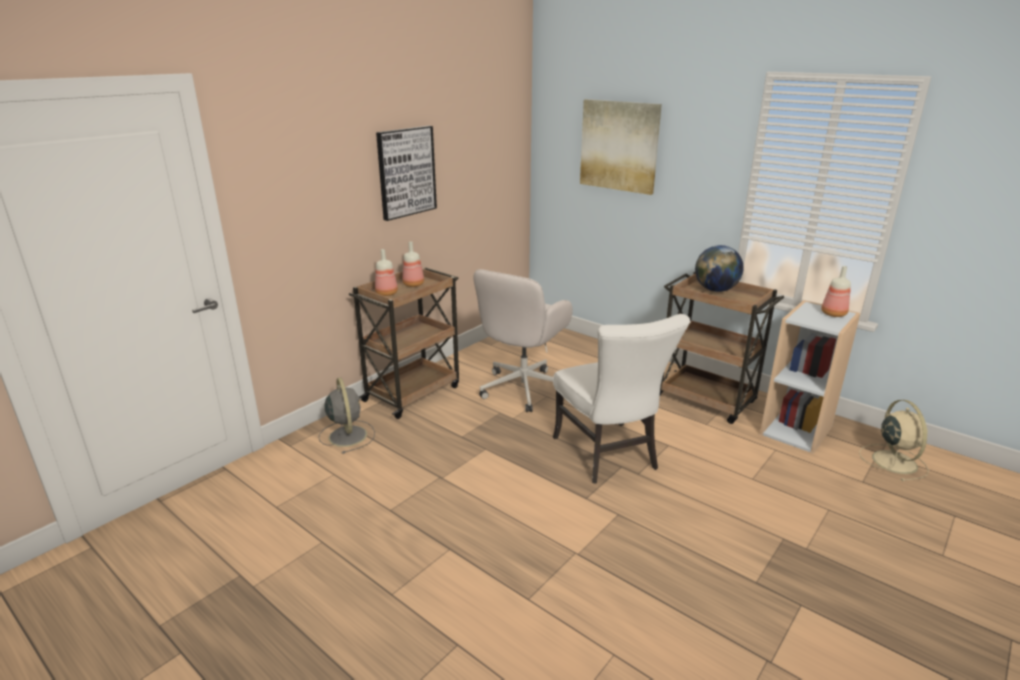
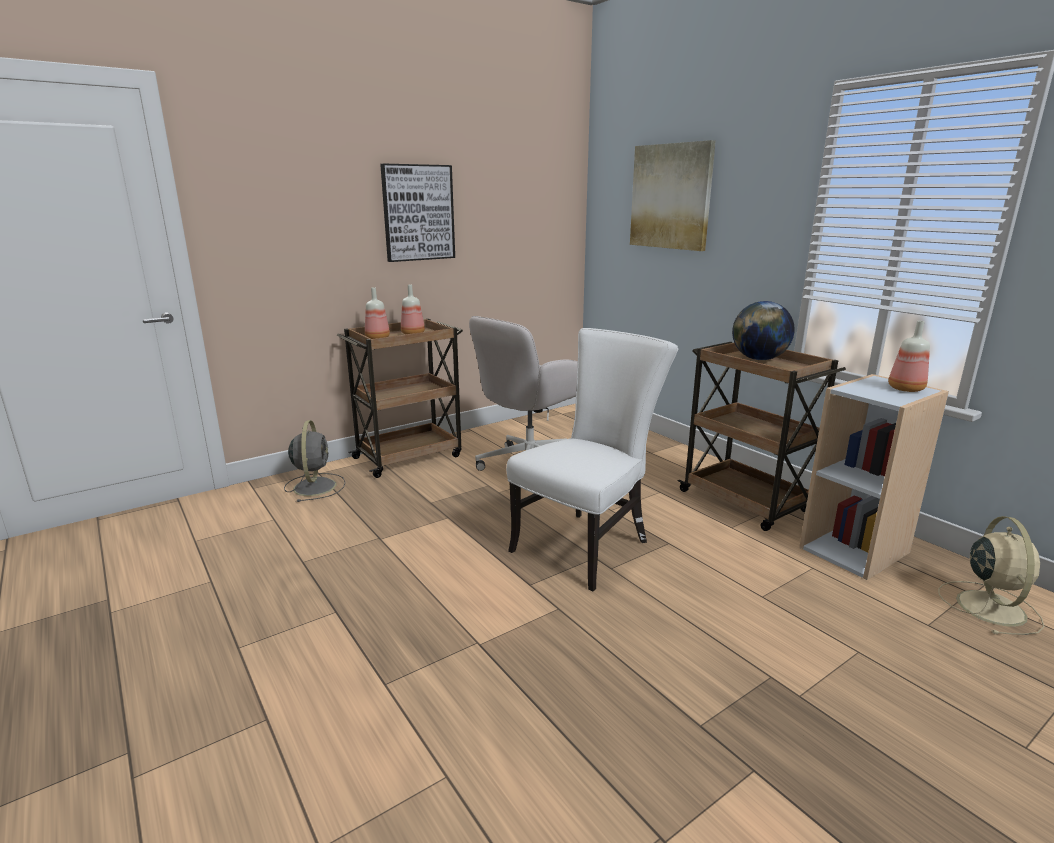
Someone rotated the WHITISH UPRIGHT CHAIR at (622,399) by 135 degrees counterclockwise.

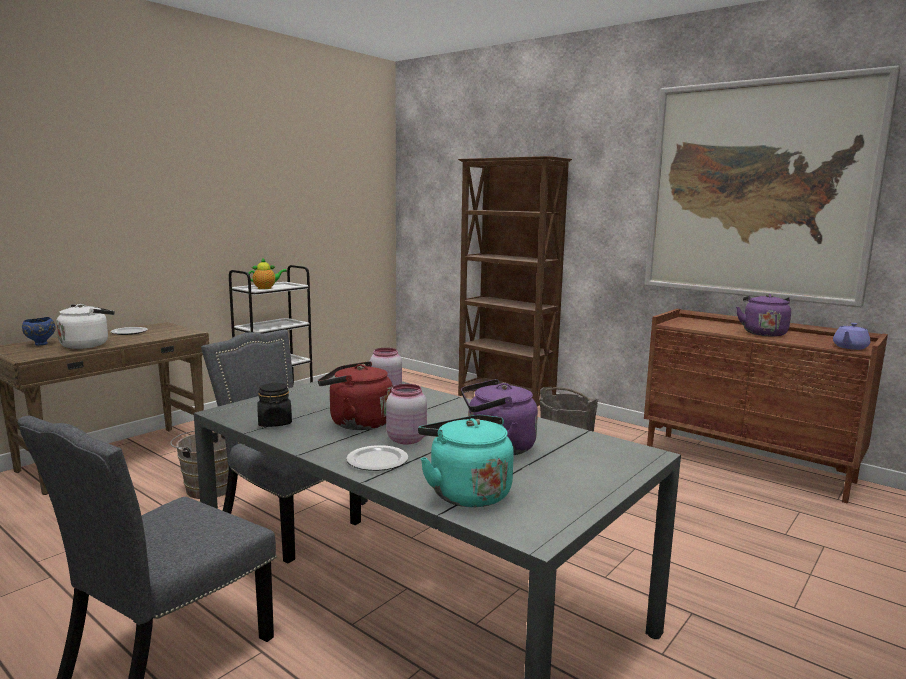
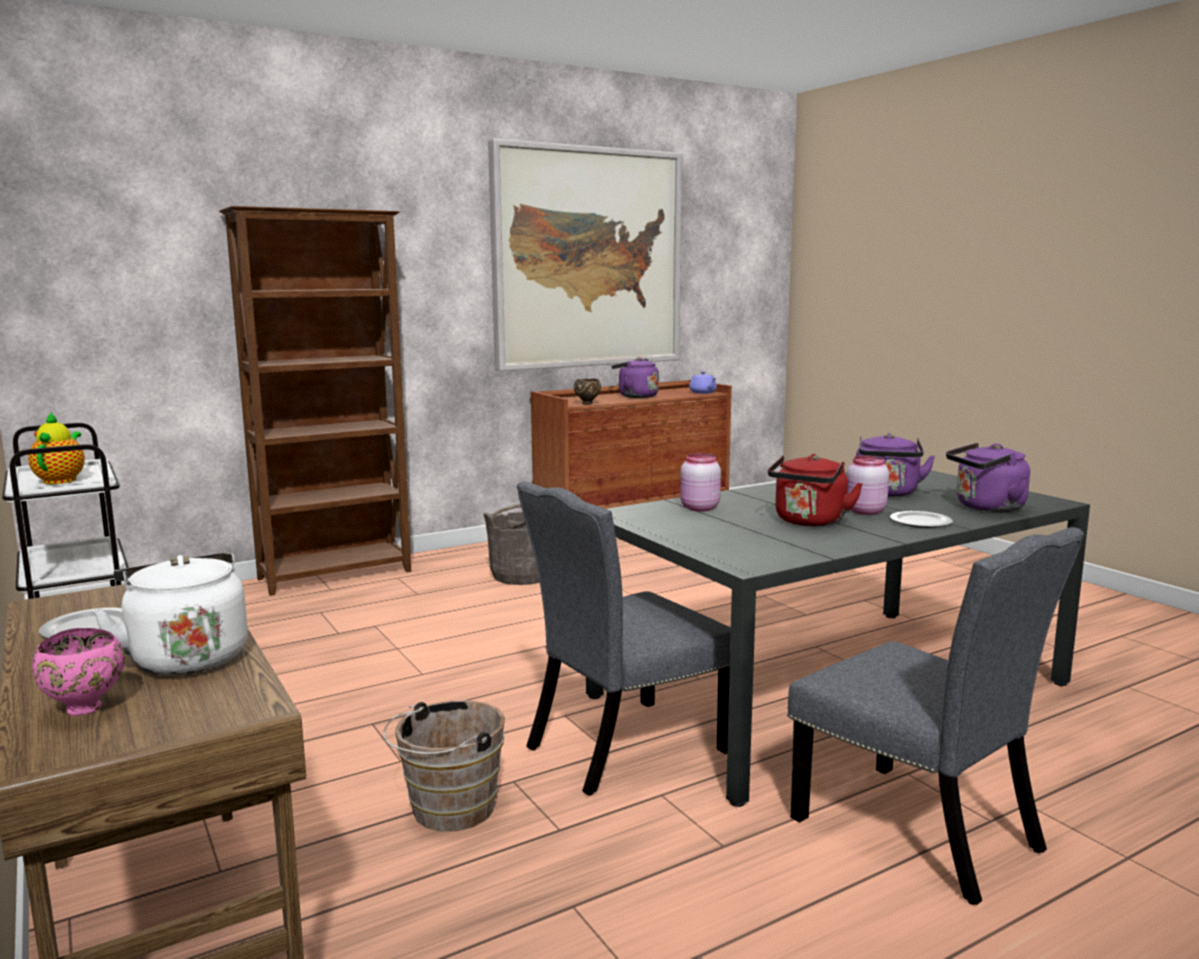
Someone repainted the BLUISH DEEP DISH at (39,331), which became the PINK DEEP DISH at (78,672).
Someone took away the BLACK-COLOURED JAR at (274,405).
Someone repainted the TURQUOISE-COLOURED TEA KETTLE at (466,461), which became the PURPLE TEA KETTLE at (988,477).
Someone put down the BROWN DEEP DISH at (587,392).

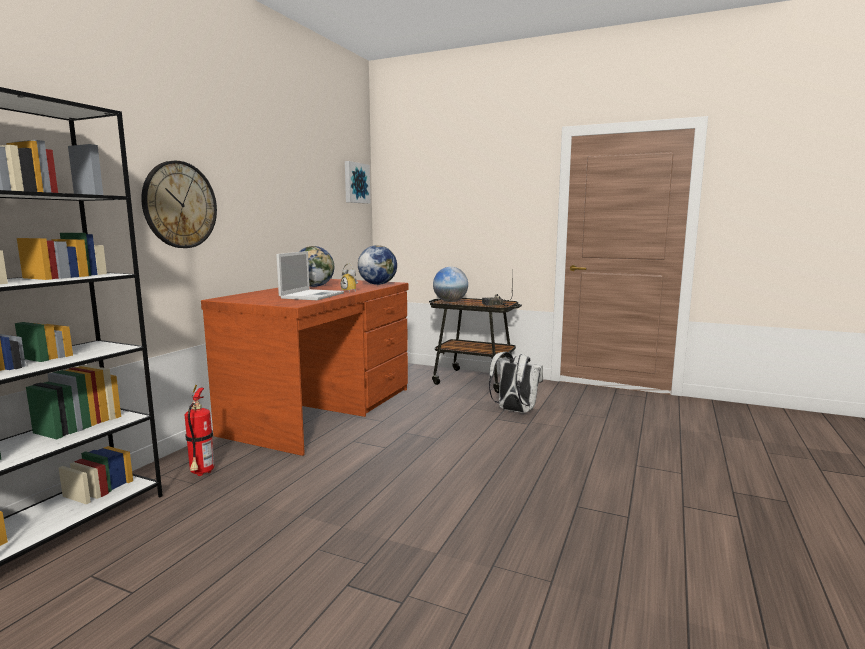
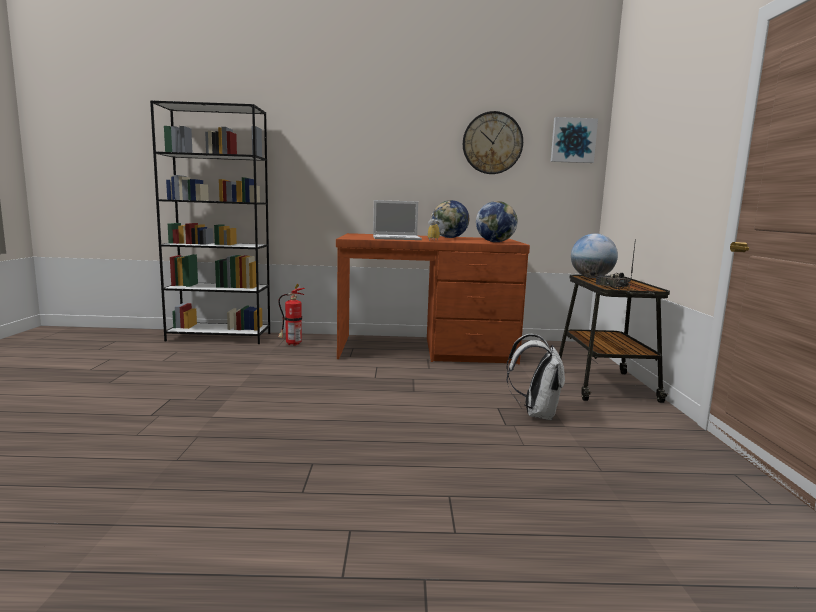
Someone carried the HANGING CLOCK from (179,204) to (493,142).

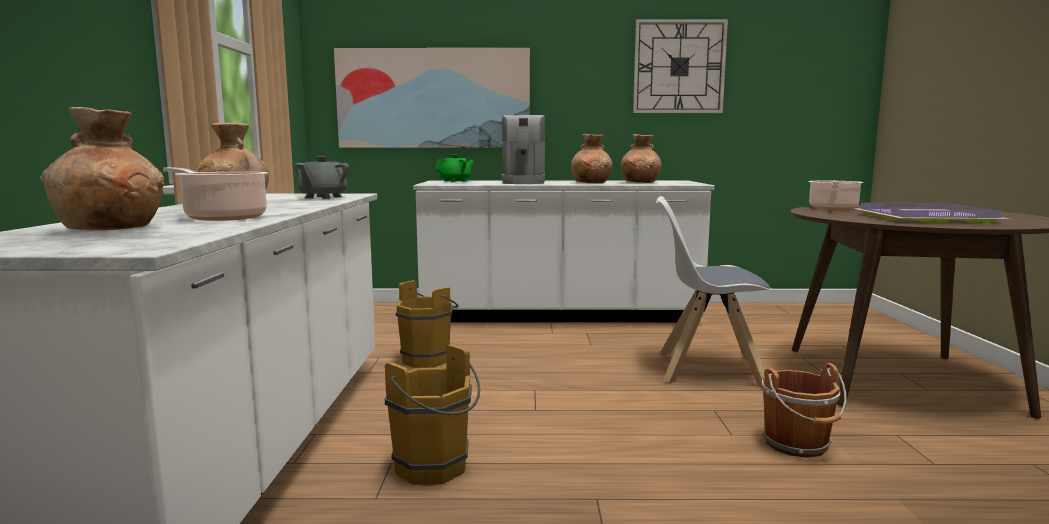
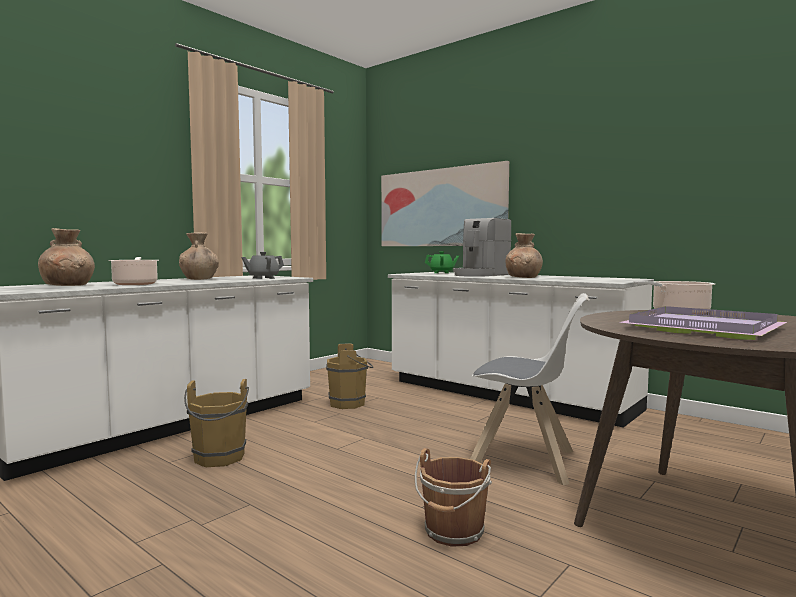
Someone took away the HANGING CLOCK at (680,66).
Someone took away the BROWN VASE at (641,158).
Someone rotated the UPRIGHT CHAIR at (714,292) by 150 degrees clockwise.

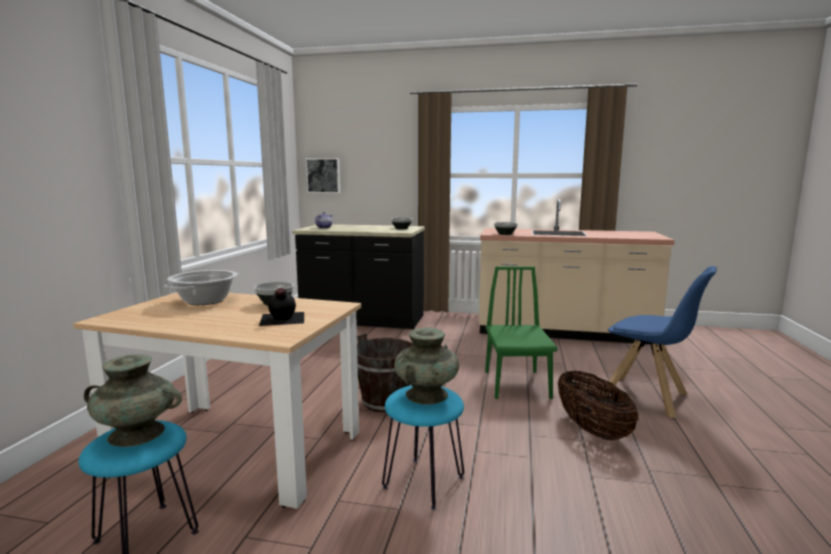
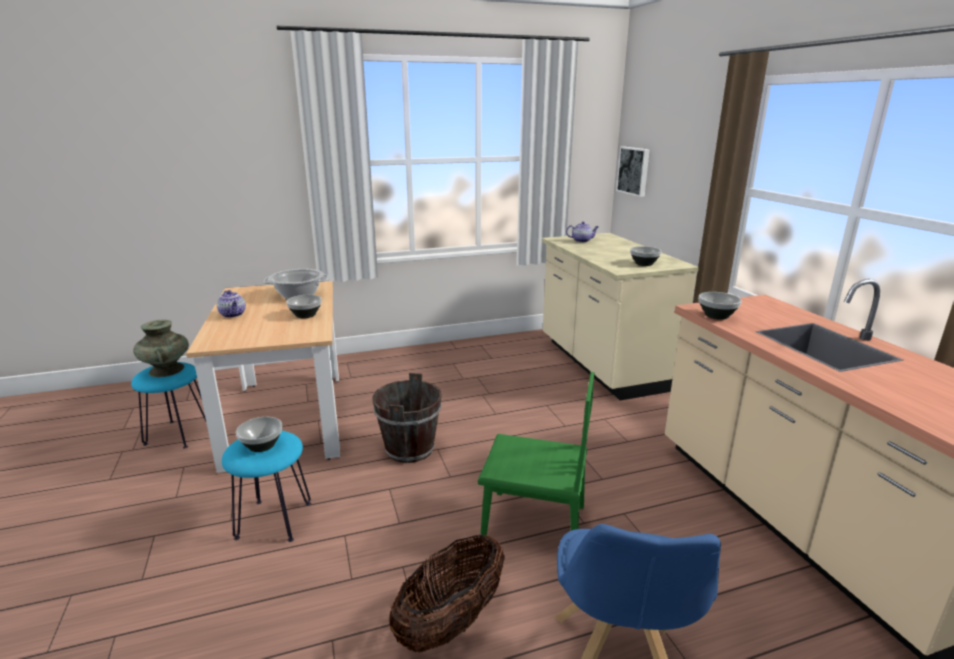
Someone repainted the BLACK-COLOURED KITCHEN COUNTER at (358,276), which became the BEIGE KITCHEN COUNTER at (620,317).
Someone rotated the GREEN UPRIGHT CHAIR at (521,333) by 45 degrees clockwise.
Someone took away the BLACK-COLOURED BOTTLE at (281,307).
Someone swapped the TURQUOISE-COLOURED VASE at (426,366) for the DEEP DISH at (259,434).
Someone put down the TEA POT at (231,304).

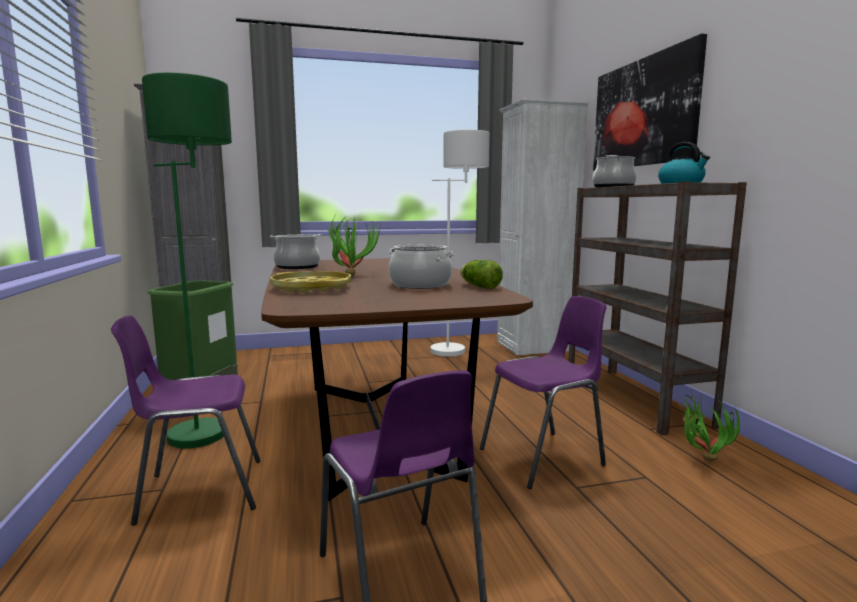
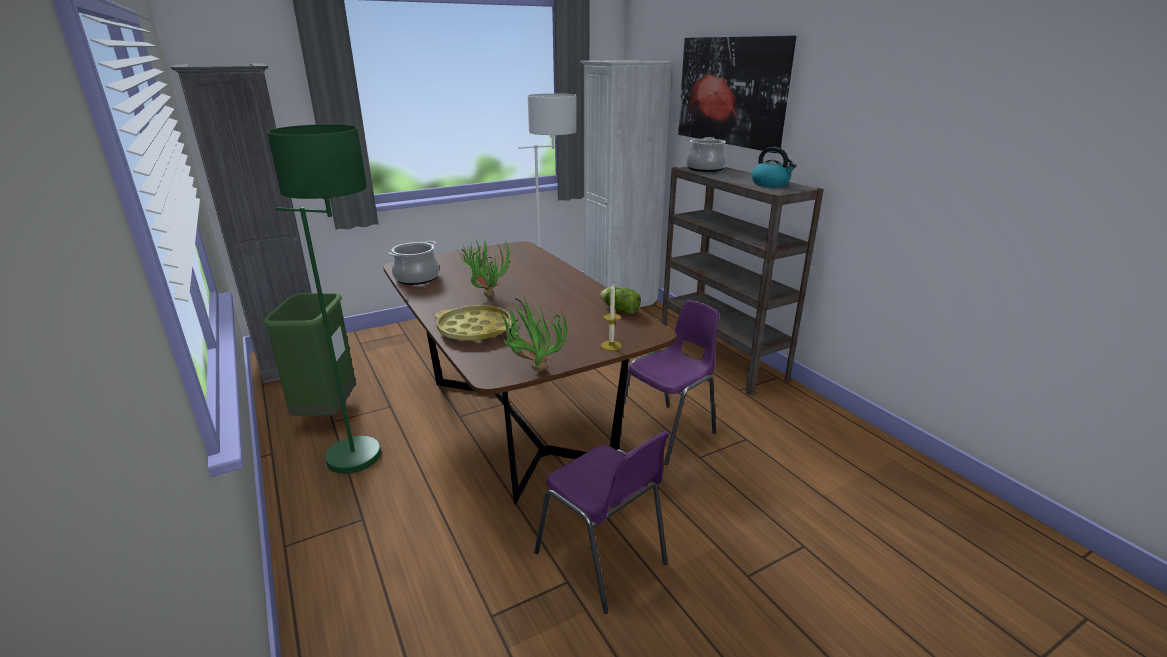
Someone took away the STOCKPOT at (420,267).
Someone took away the PURPLE UPRIGHT CHAIR at (186,420).
Someone carried the HOUSEPLANT from (709,428) to (533,333).
Someone put down the CANDLE at (611,317).

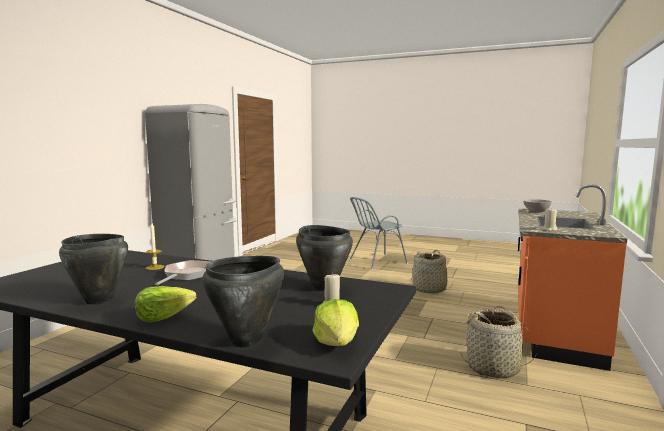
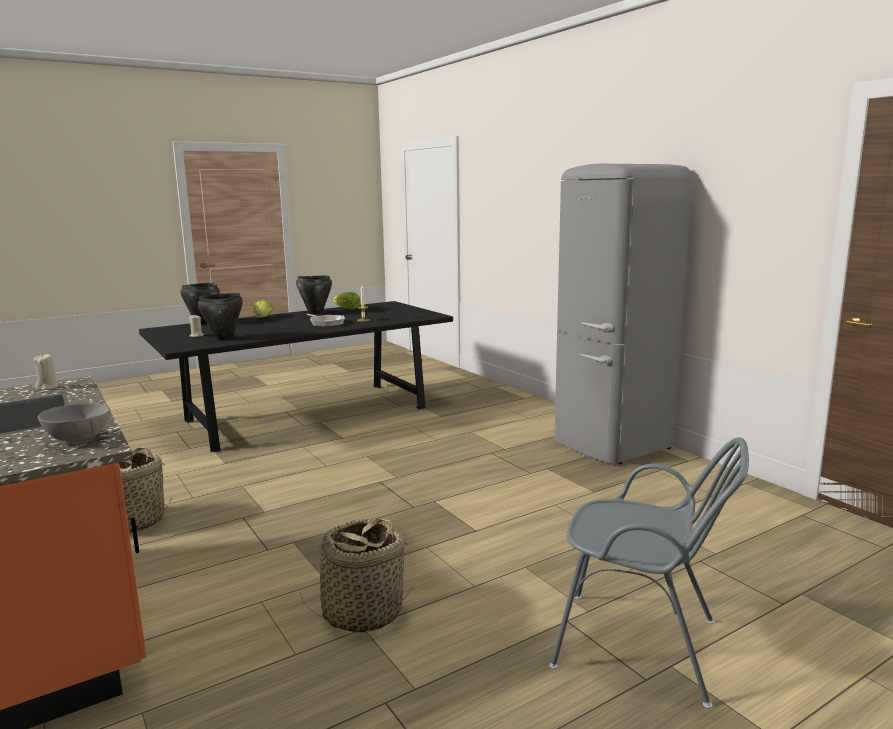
Someone rotated the GREYISH UPRIGHT CHAIR at (379,233) by 105 degrees clockwise.
Someone carried the LETTUCE from (336,322) to (347,301).

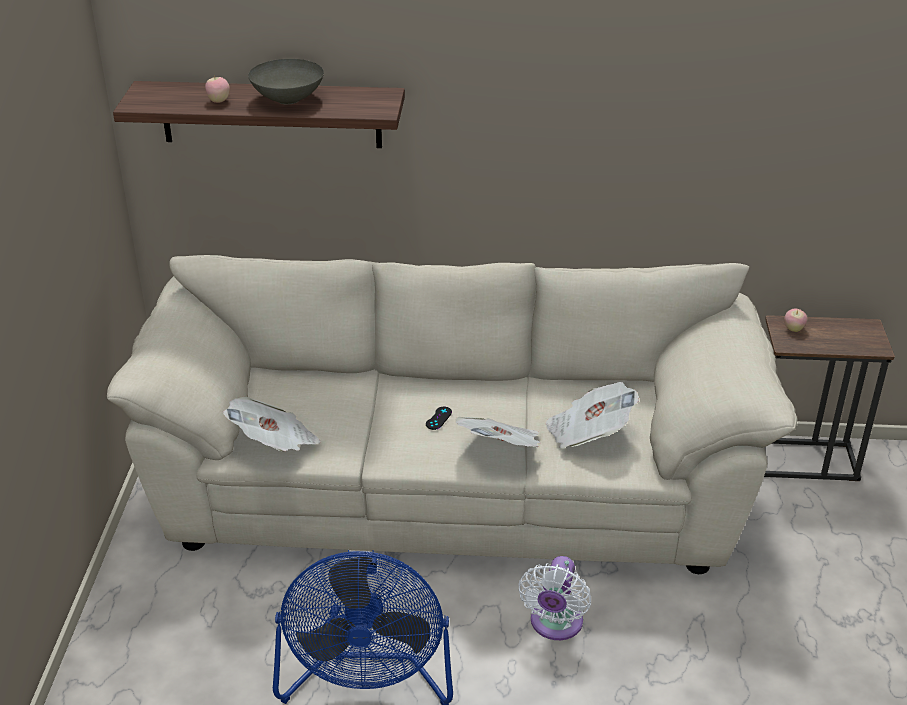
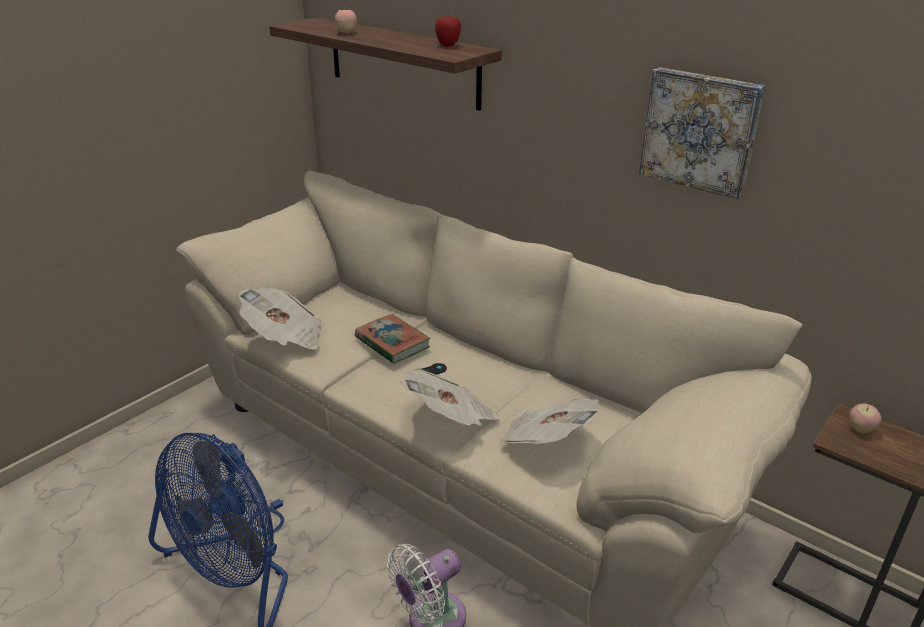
Someone took away the GREYISH DEEP DISH at (286,82).
Someone put down the WHOLE APPLE at (448,31).
Someone put up the WALL ART at (702,133).
Someone put down the BOOK at (393,339).

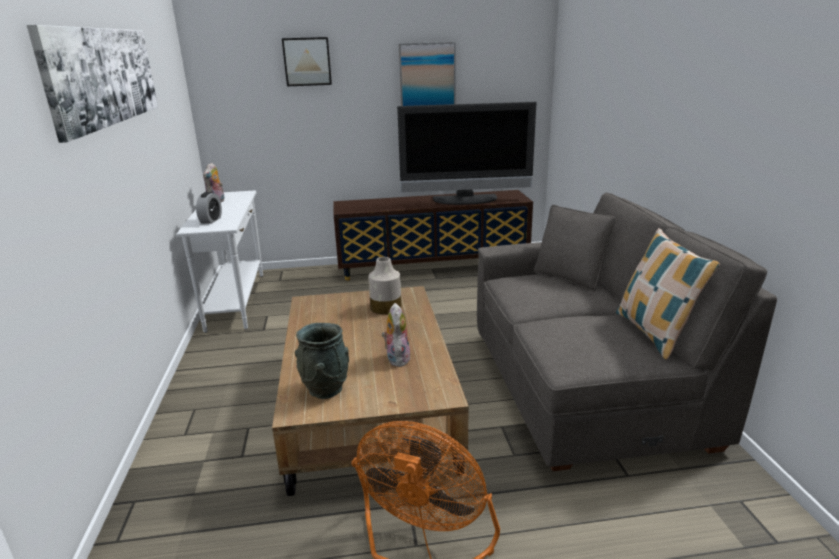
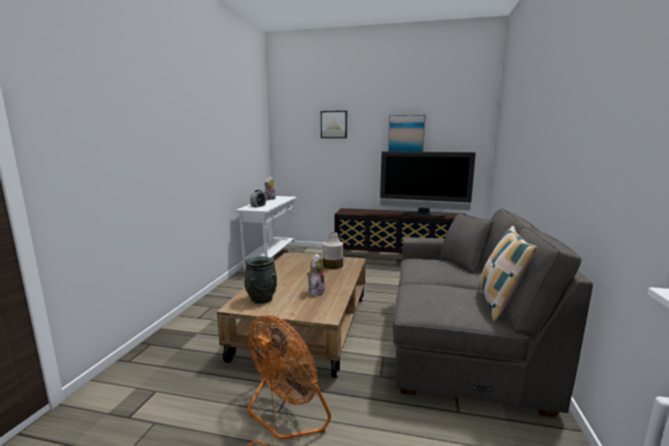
Someone took away the WALL ART at (92,84).

